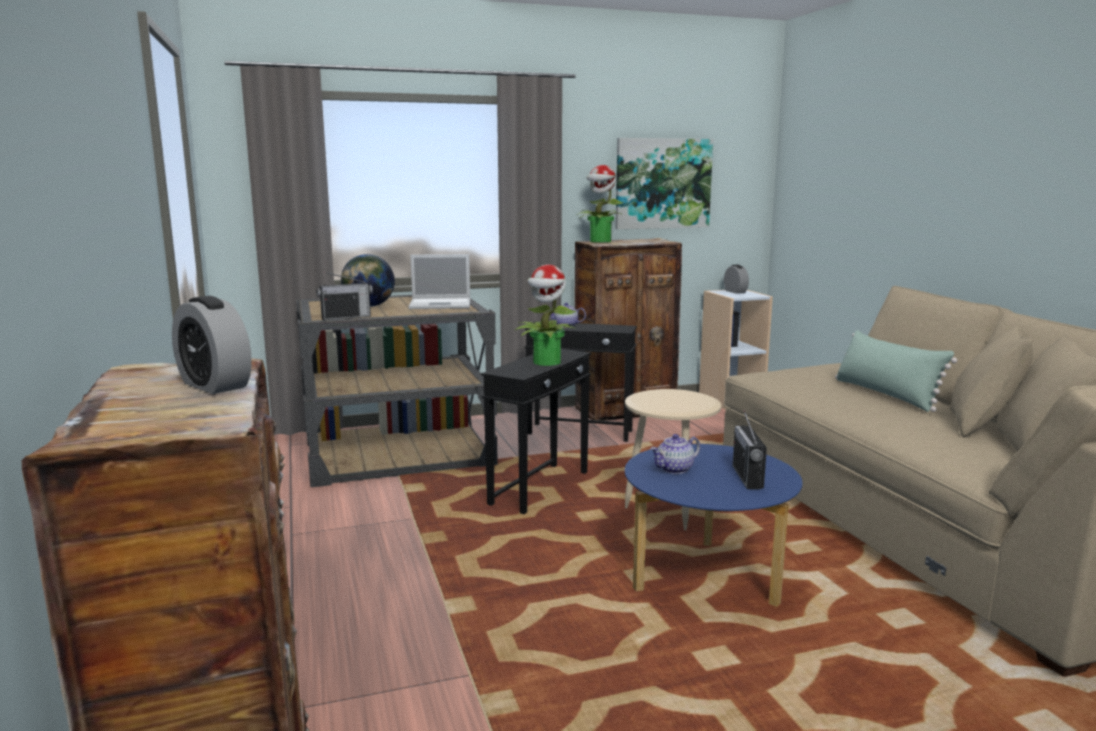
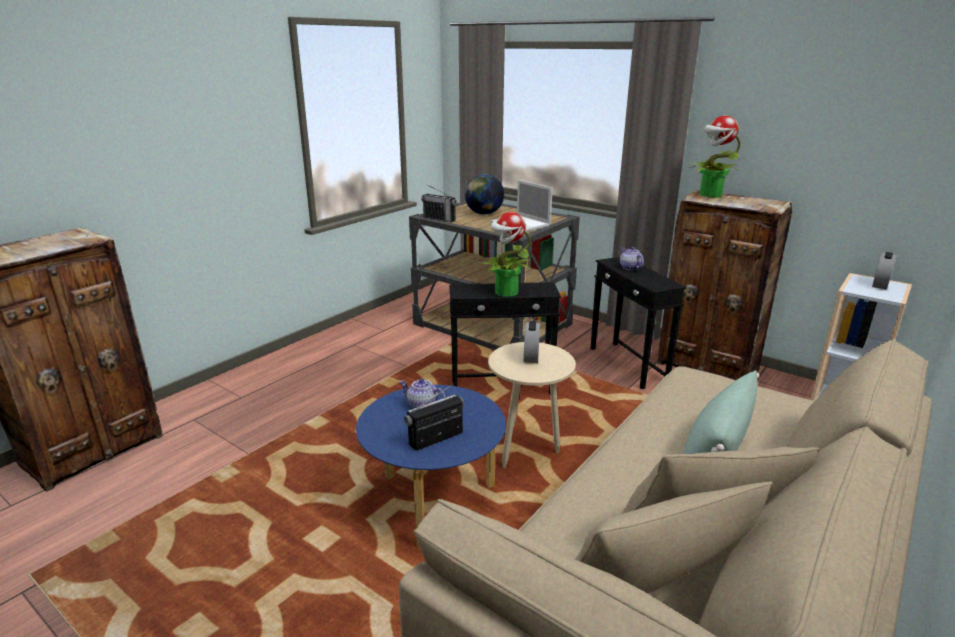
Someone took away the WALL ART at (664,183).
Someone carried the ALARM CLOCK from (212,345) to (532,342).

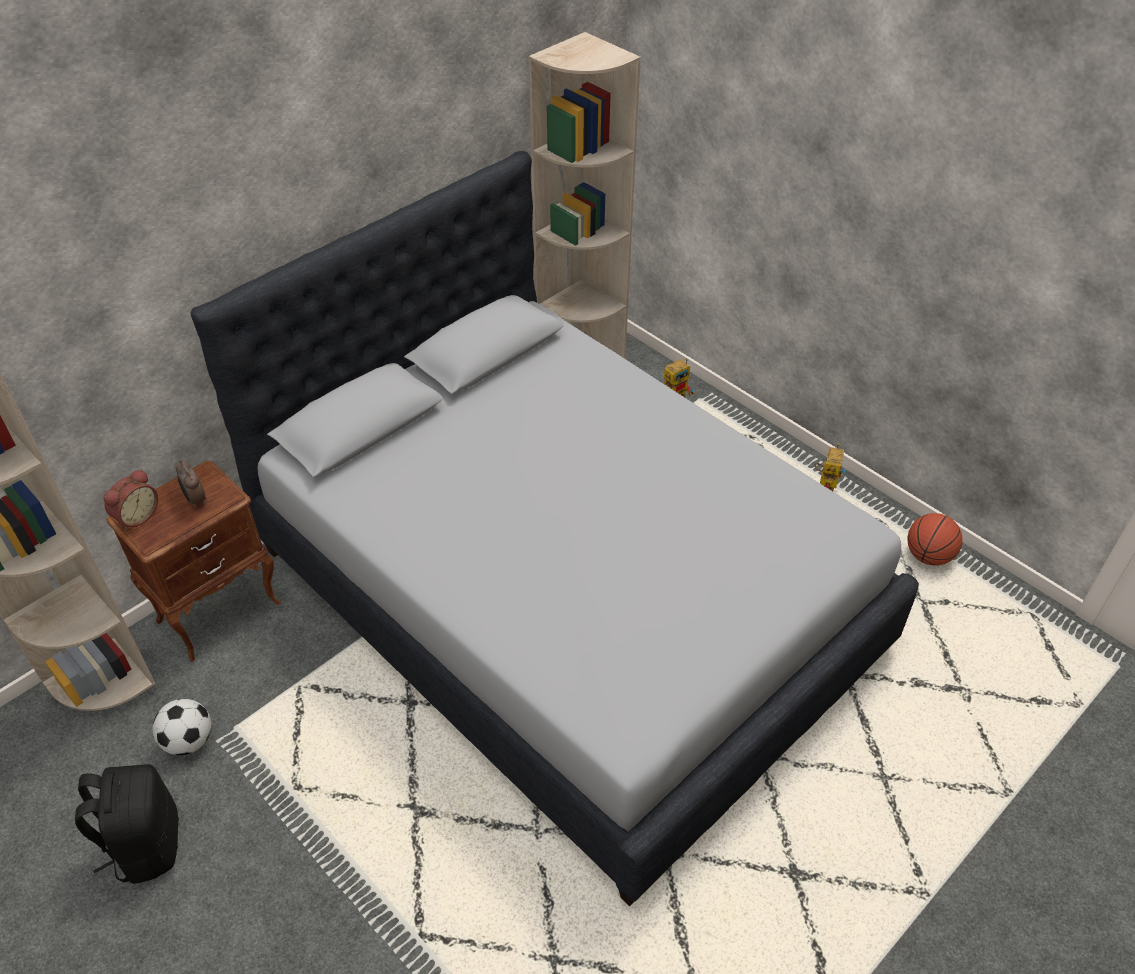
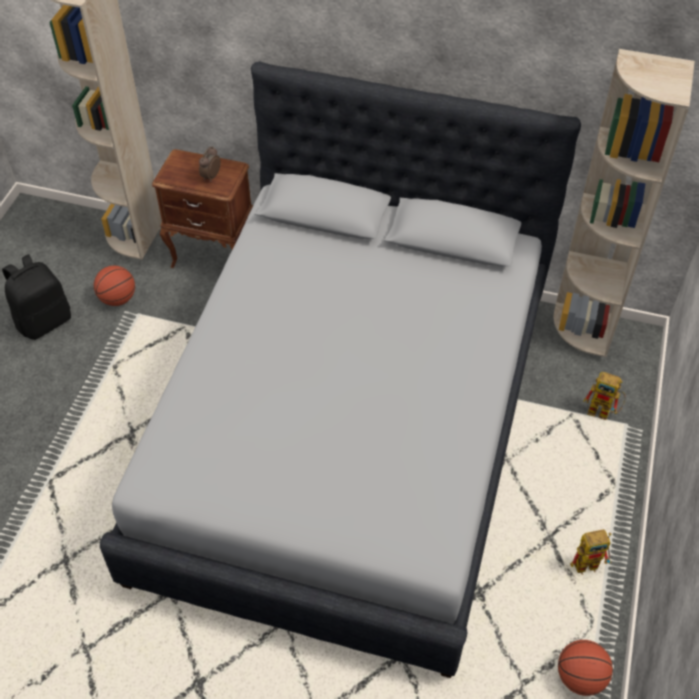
Someone took away the ALARM CLOCK at (130,499).
Someone swapped the BALL FOR FOOTBALL at (182,727) for the BASKETBALL at (114,286).

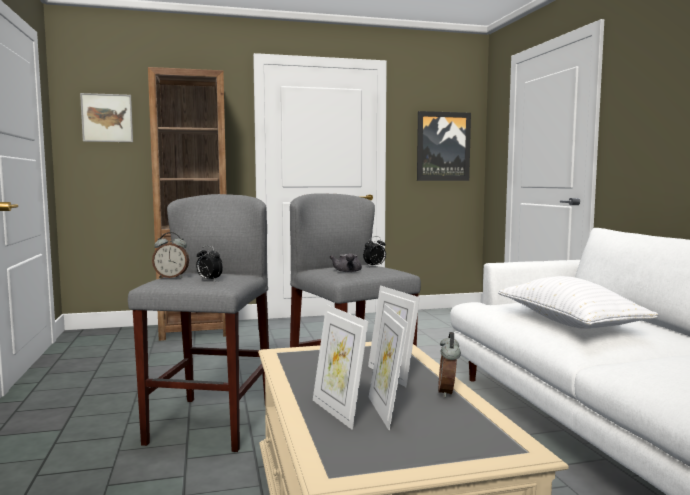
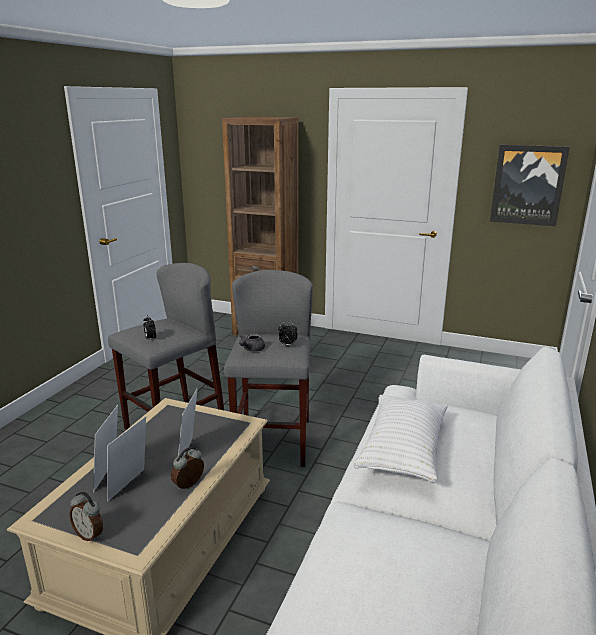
Someone took away the WALL ART at (106,117).
Someone carried the ALARM CLOCK from (170,255) to (86,516).

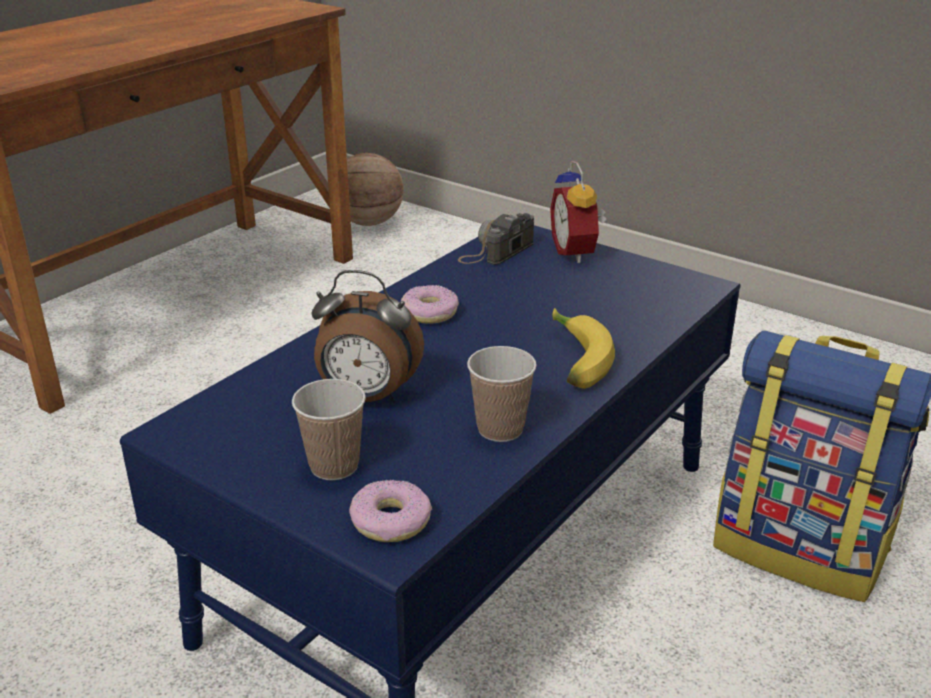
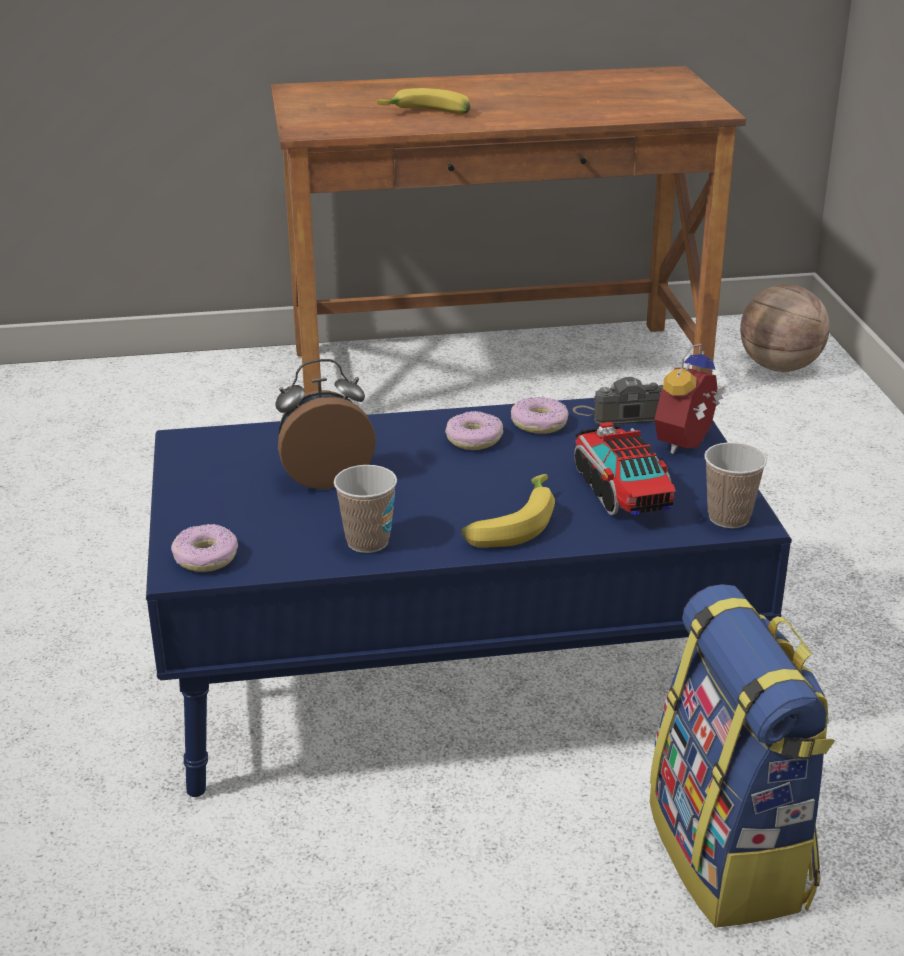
Someone rotated the ALARM CLOCK at (368,336) by 105 degrees clockwise.
Someone carried the SMALL CUP from (329,430) to (735,485).
Someone put down the WHOLE BANANA at (424,101).
Someone put down the RING DOUGHNUT at (540,415).
Someone put down the MODEL TRUCK at (625,468).

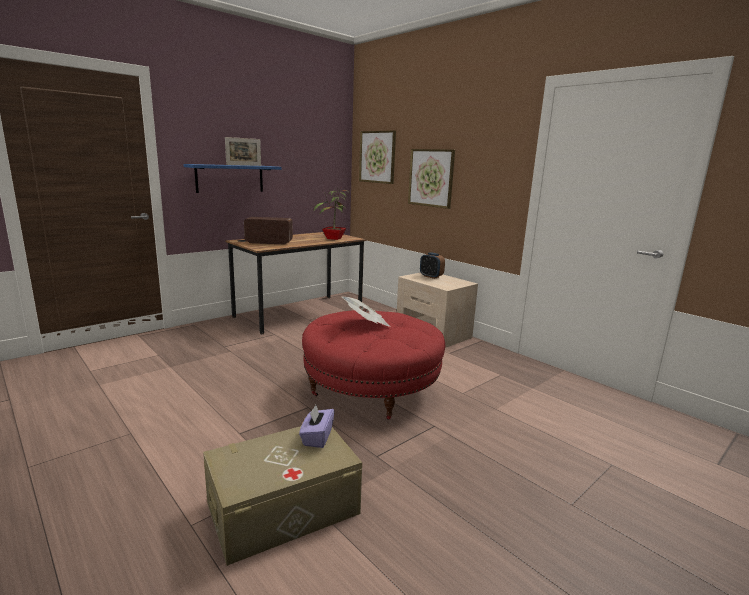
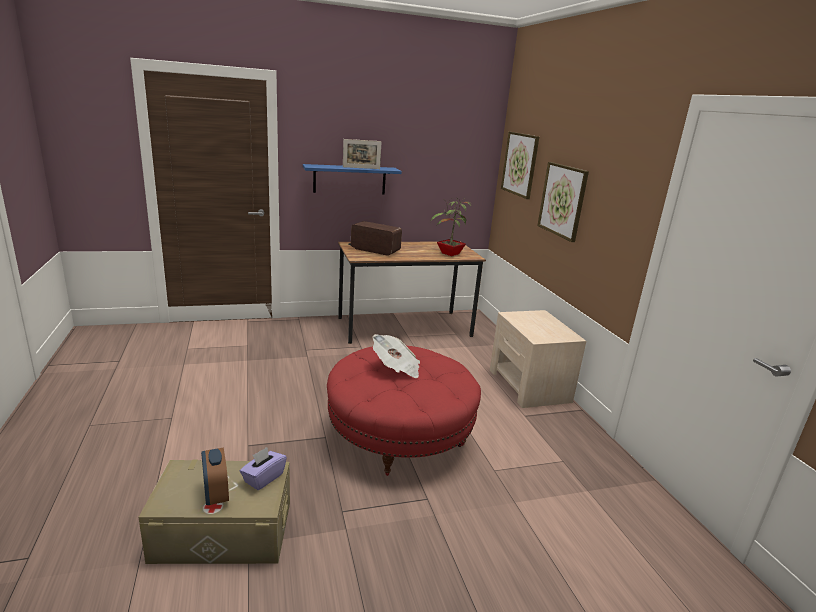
Someone carried the ALARM CLOCK from (432,265) to (215,476).

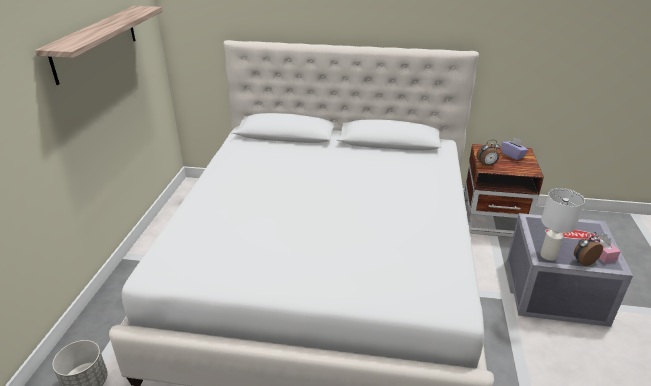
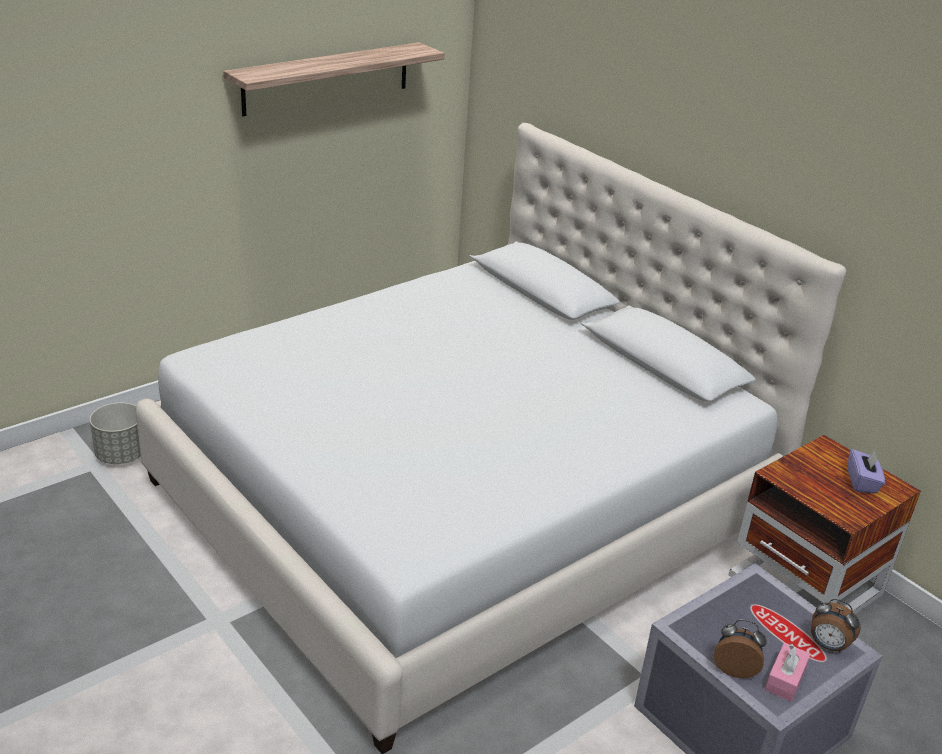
Someone carried the ALARM CLOCK from (488,153) to (836,625).
Someone took away the WHITISH LAMP FOR A TABLE at (562,224).

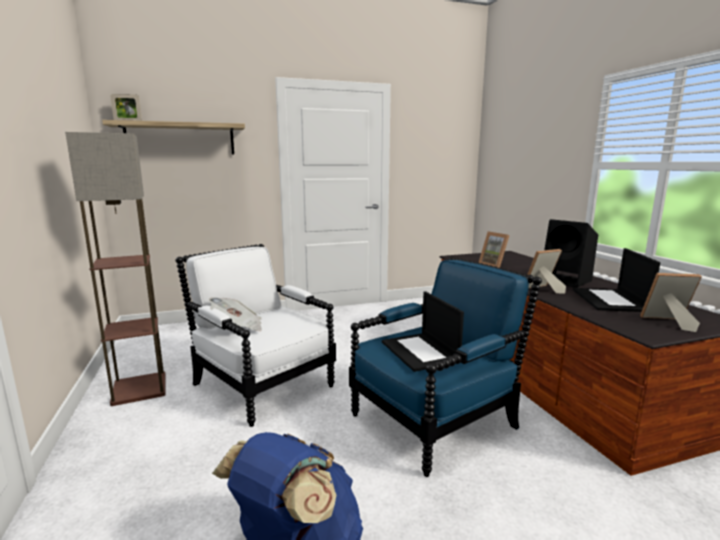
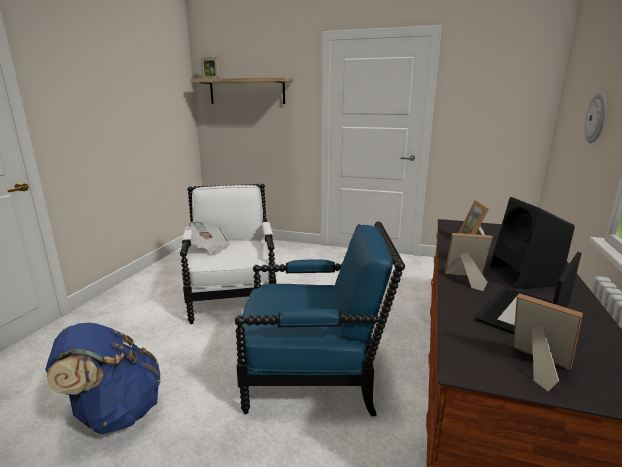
Someone took away the STANDARD LAMP at (115,269).
Someone took away the PORTABLE COMPUTER at (423,331).
Someone put up the HANGING CLOCK at (596,118).

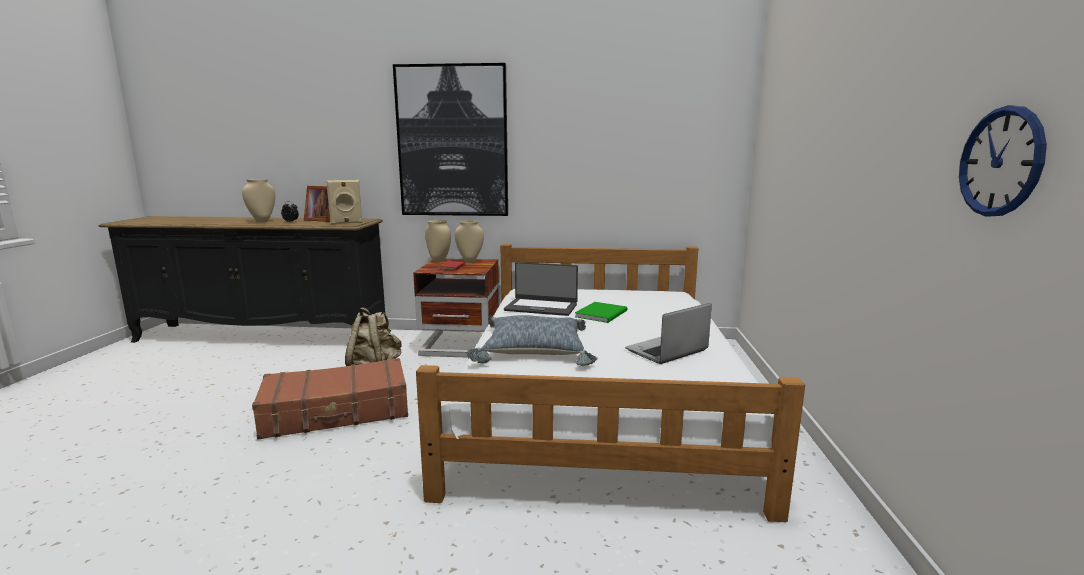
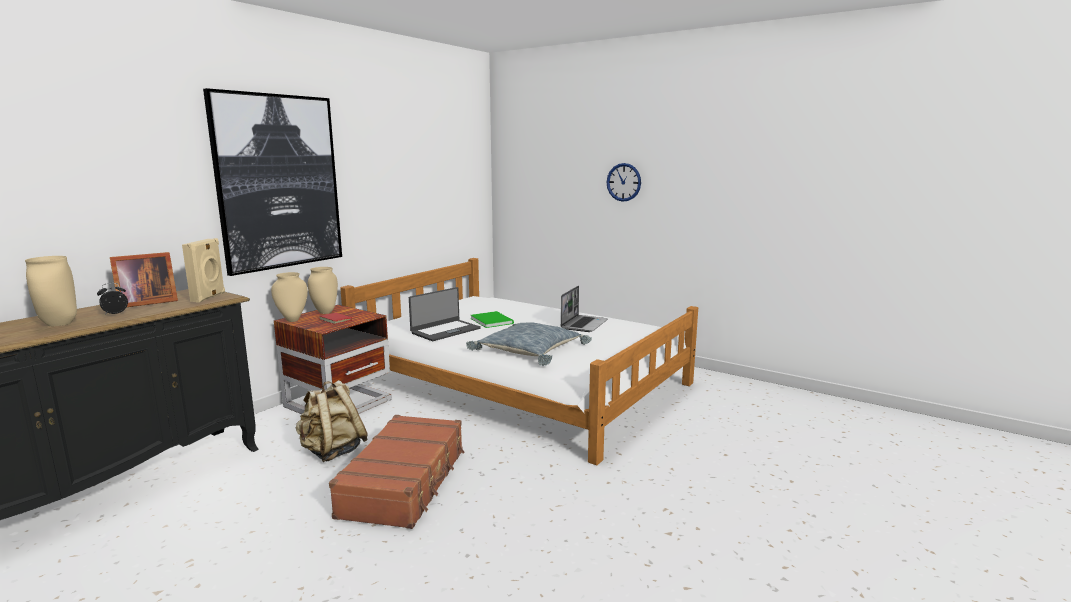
Someone carried the HANGING CLOCK from (1003,160) to (624,182).
Someone rotated the PORTABLE COMPUTER at (668,333) by 150 degrees counterclockwise.

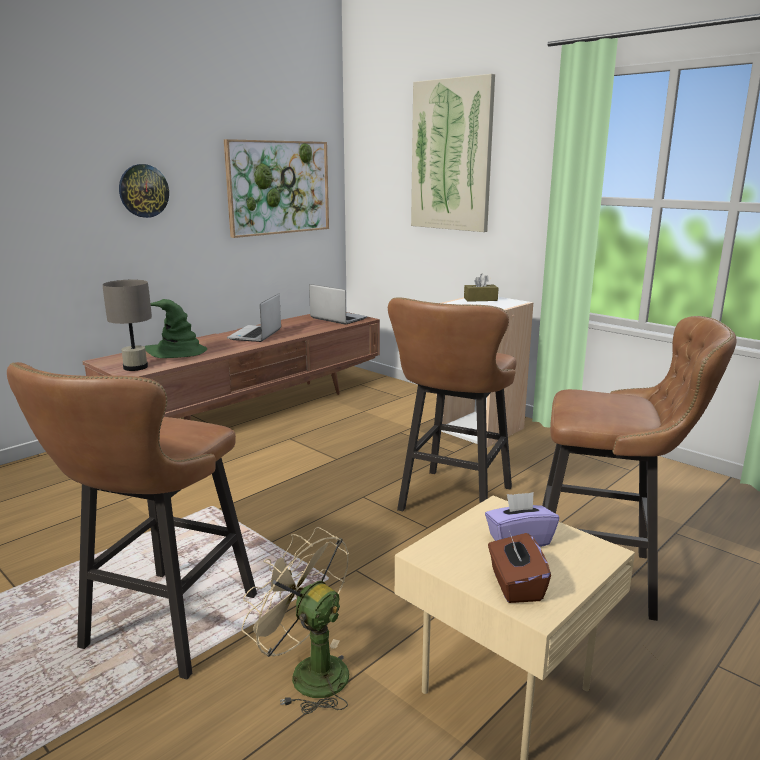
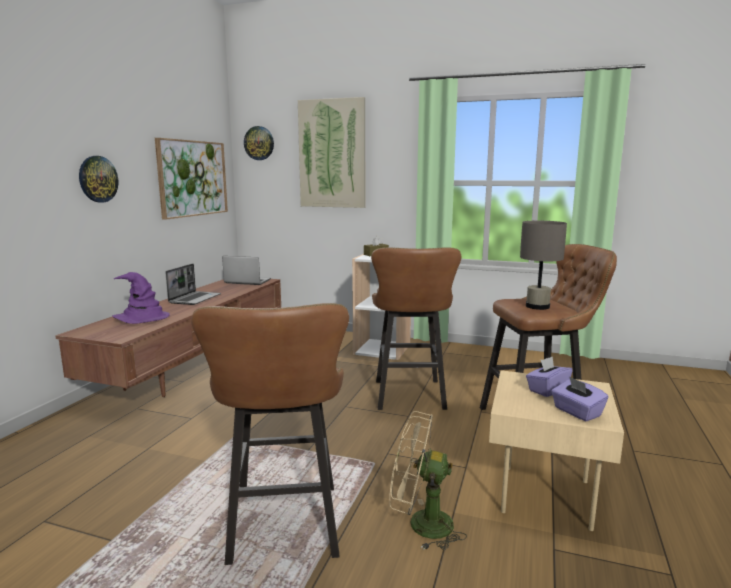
Someone carried the GREYISH LAMP FOR A TABLE from (127,325) to (543,265).
Someone rotated the PORTABLE COMPUTER at (254,317) by 150 degrees counterclockwise.
Someone repainted the GREEN CLOTHING HAT at (175,328), which became the PURPLE CLOTHING HAT at (141,298).
Someone repainted the BROWN TISSUE HOLDER at (519,567), which became the PURPLE TISSUE HOLDER at (579,398).
Someone put up the HANGING CLOCK at (259,143).

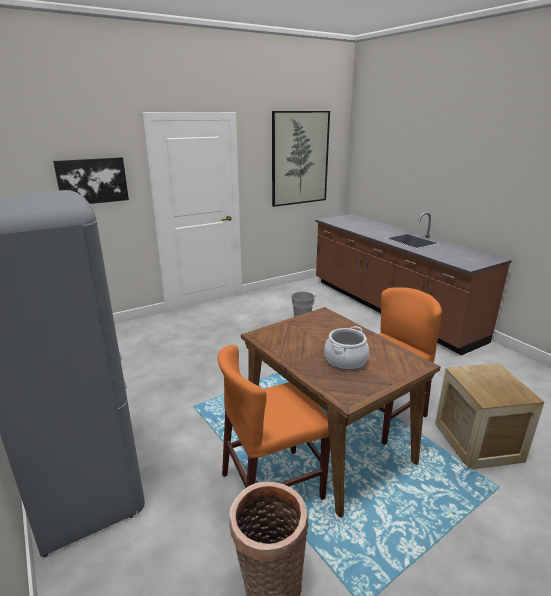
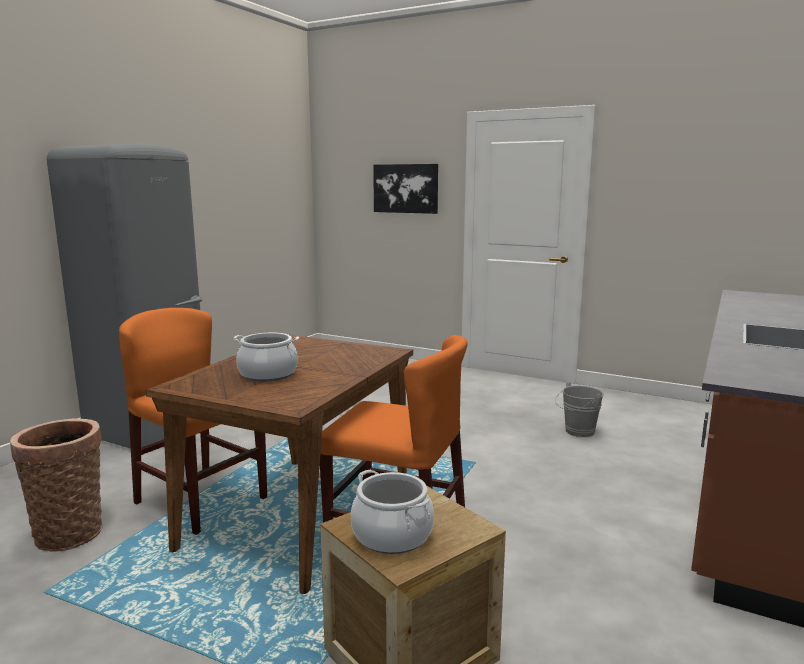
Someone took away the WALL ART at (301,159).
Someone put down the STOCKPOT at (392,512).

